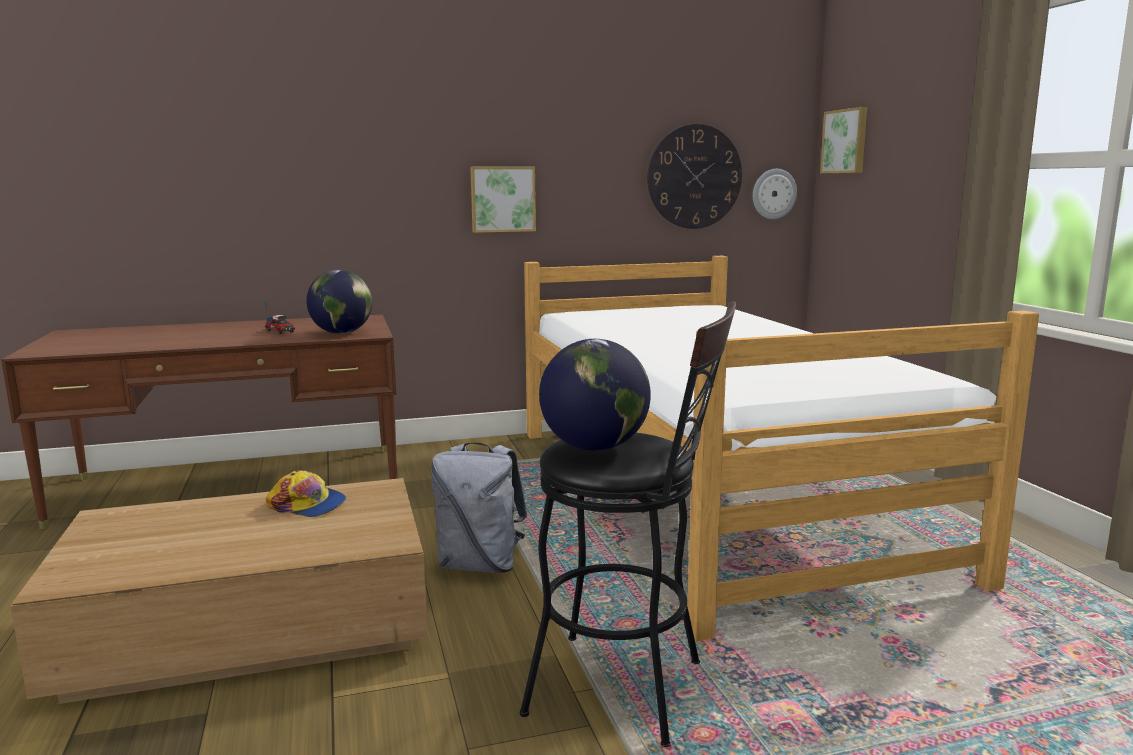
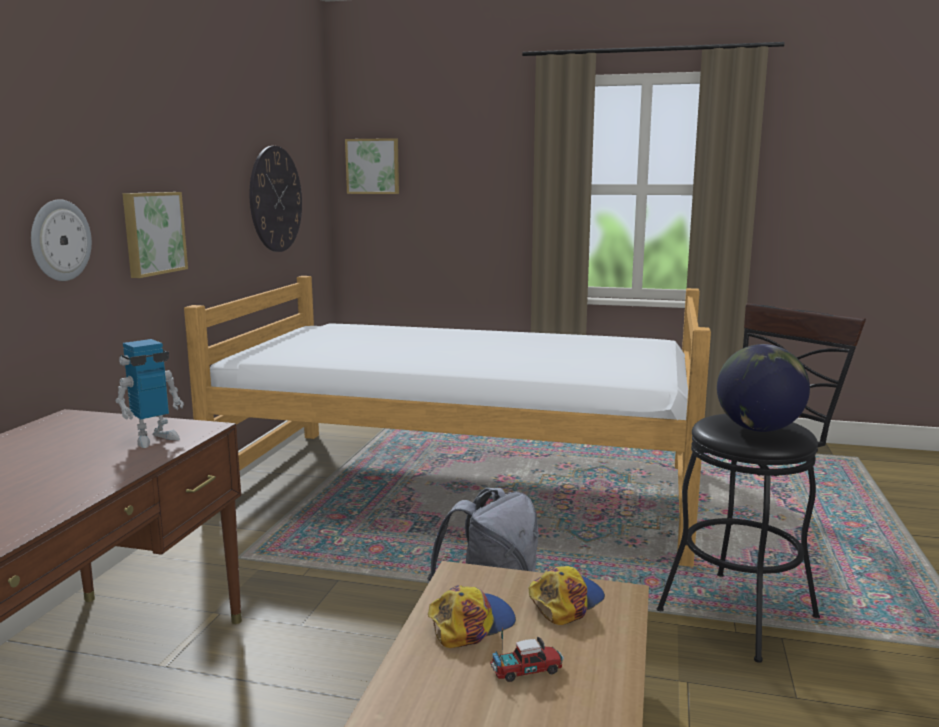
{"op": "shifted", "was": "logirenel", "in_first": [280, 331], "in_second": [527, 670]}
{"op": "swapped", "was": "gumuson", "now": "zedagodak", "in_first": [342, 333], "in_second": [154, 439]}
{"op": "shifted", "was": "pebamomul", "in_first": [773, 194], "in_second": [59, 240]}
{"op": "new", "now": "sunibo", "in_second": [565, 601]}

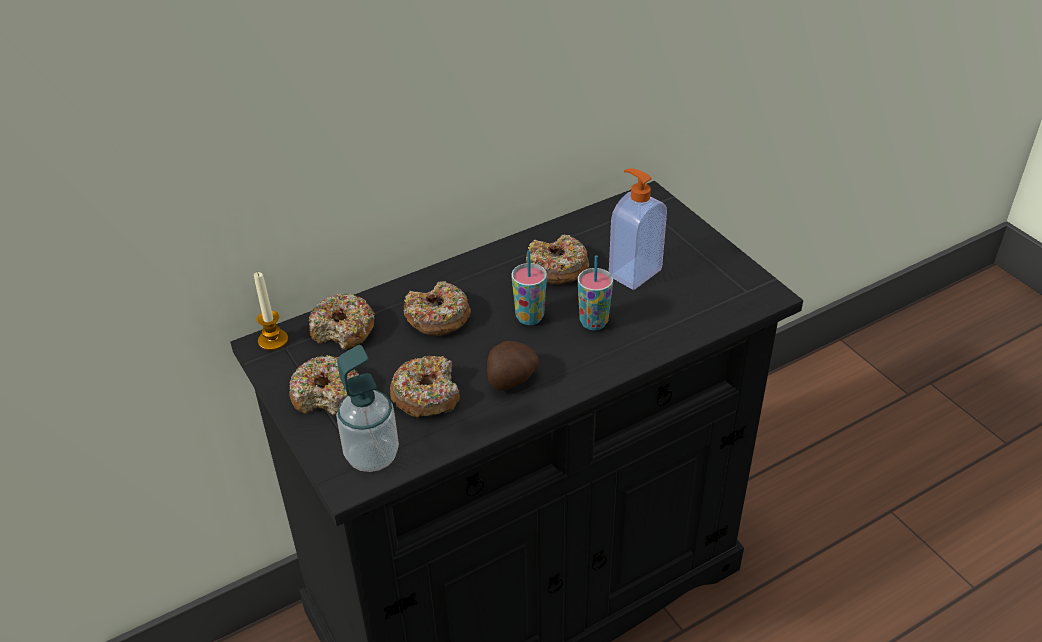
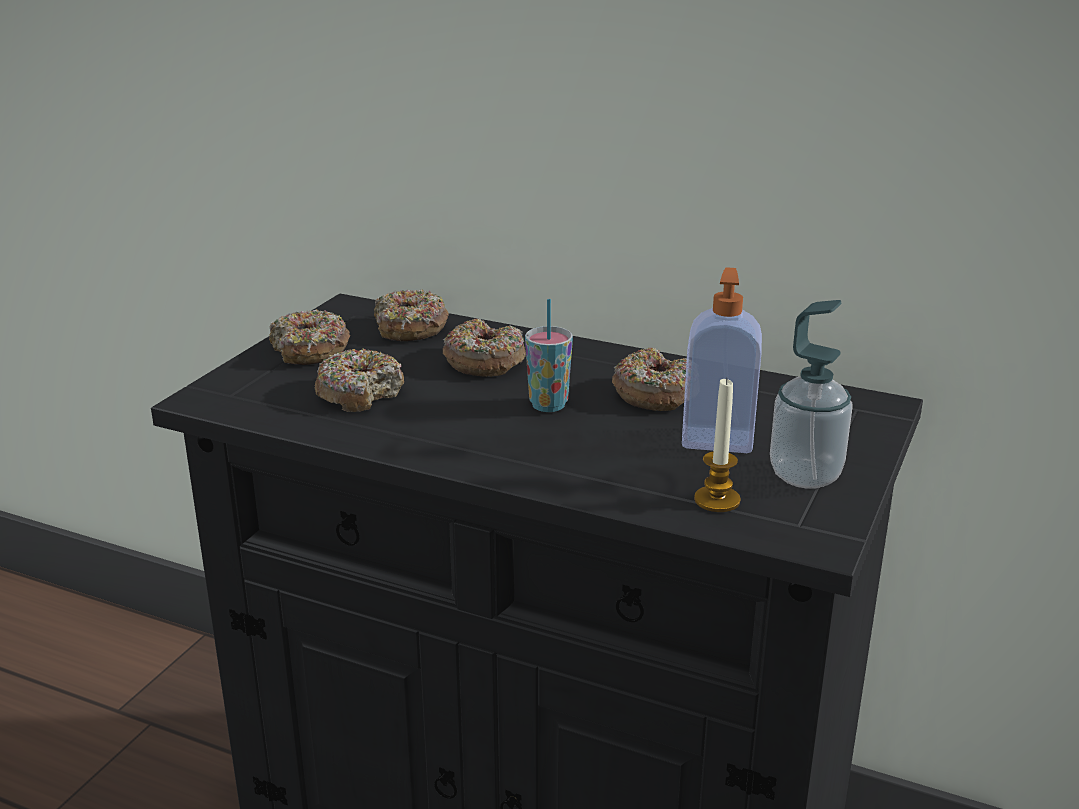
{"op": "shifted", "was": "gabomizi", "in_first": [273, 340], "in_second": [717, 500]}
{"op": "shifted", "was": "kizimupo", "in_first": [372, 456], "in_second": [805, 475]}
{"op": "gone", "was": "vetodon", "in_first": [510, 380]}
{"op": "gone", "was": "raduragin", "in_first": [593, 322]}

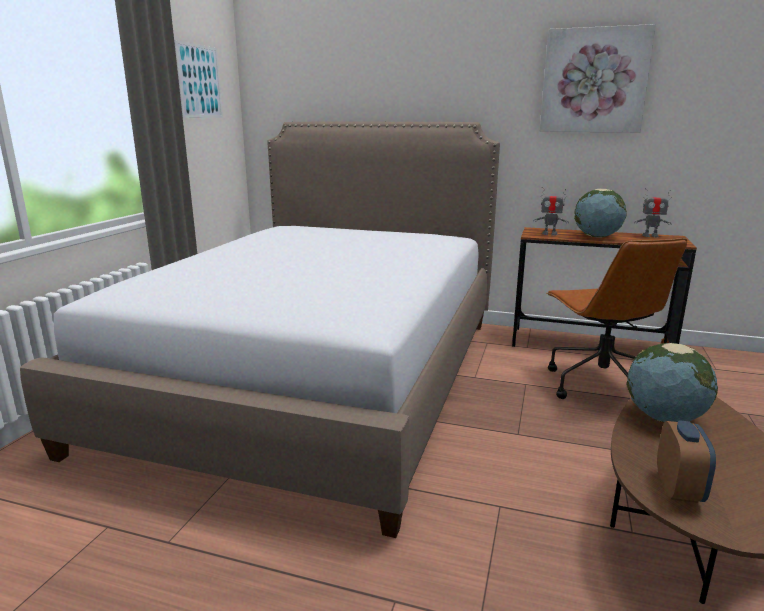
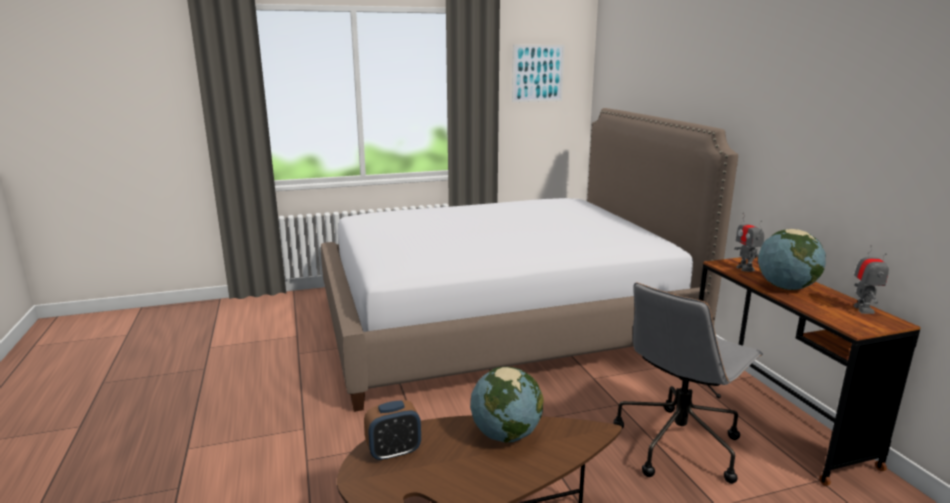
{"op": "gone", "was": "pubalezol", "in_first": [594, 81]}
{"op": "repainted", "was": "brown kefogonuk", "now": "grey kefogonuk", "in_first": [599, 385], "in_second": [678, 443]}
{"op": "rotated", "was": "zedagodak", "in_first": [650, 236], "in_second": [863, 309], "clockwise": -150}

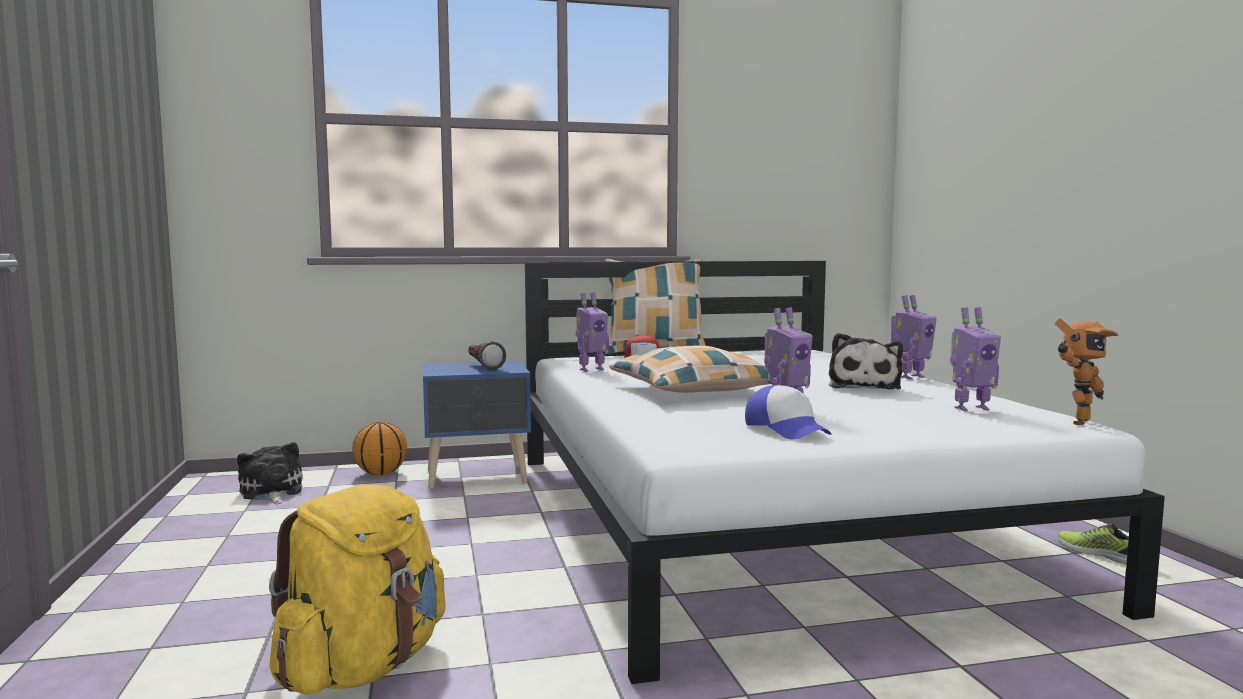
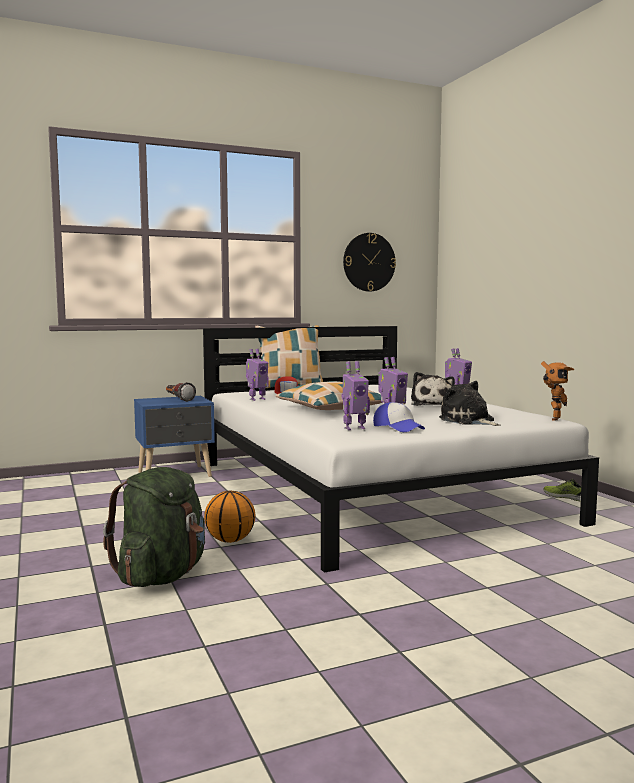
{"op": "shifted", "was": "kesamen", "in_first": [271, 492], "in_second": [468, 421]}
{"op": "repainted", "was": "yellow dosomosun", "now": "green dosomosun", "in_first": [363, 667], "in_second": [162, 576]}
{"op": "shifted", "was": "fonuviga", "in_first": [381, 473], "in_second": [230, 540]}
{"op": "shifted", "was": "zedagodak", "in_first": [970, 408], "in_second": [354, 428]}
{"op": "new", "now": "pebamomul", "in_second": [369, 262]}

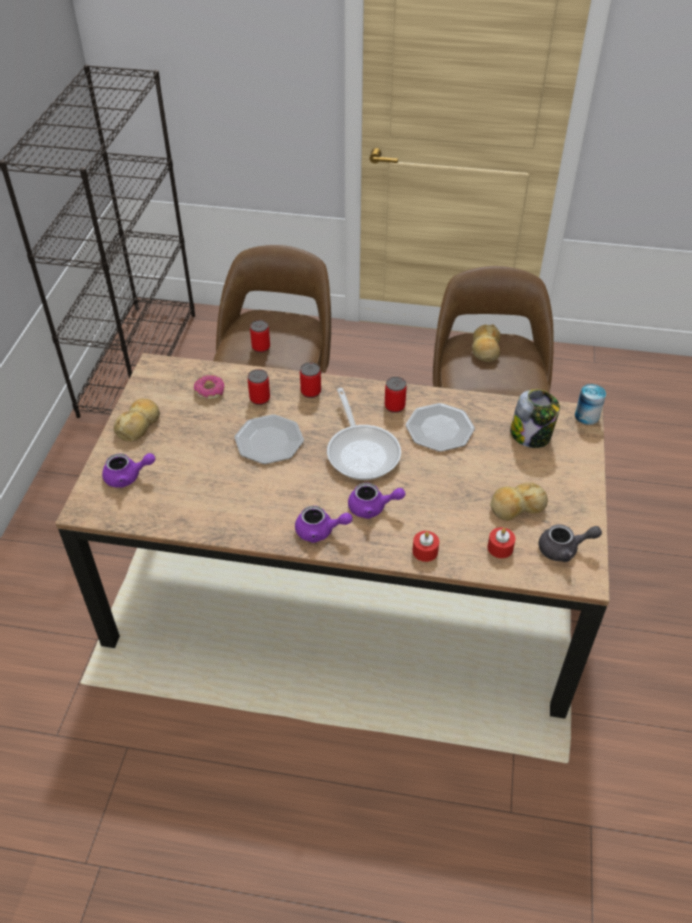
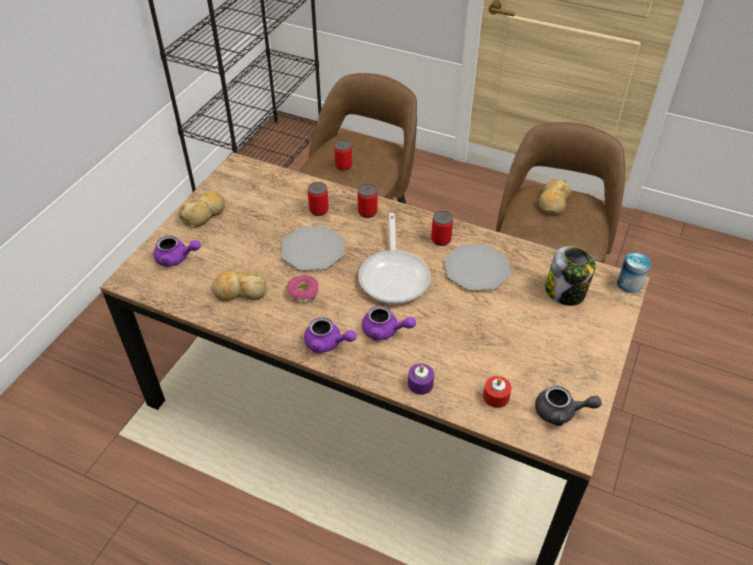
{"op": "shifted", "was": "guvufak", "in_first": [210, 391], "in_second": [303, 292]}
{"op": "repainted", "was": "red gabomizi", "now": "purple gabomizi", "in_first": [425, 551], "in_second": [420, 384]}
{"op": "shifted", "was": "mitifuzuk", "in_first": [516, 507], "in_second": [240, 291]}

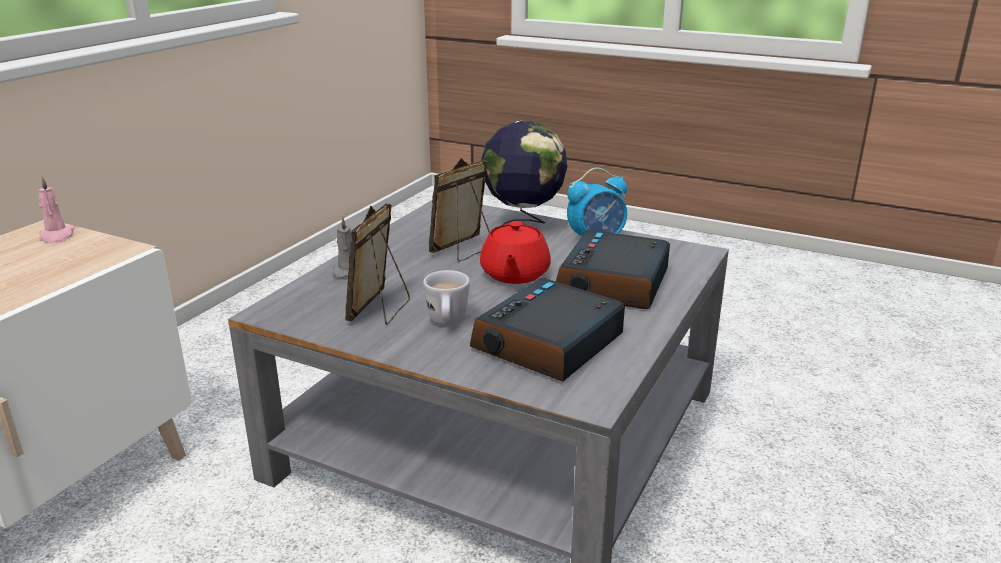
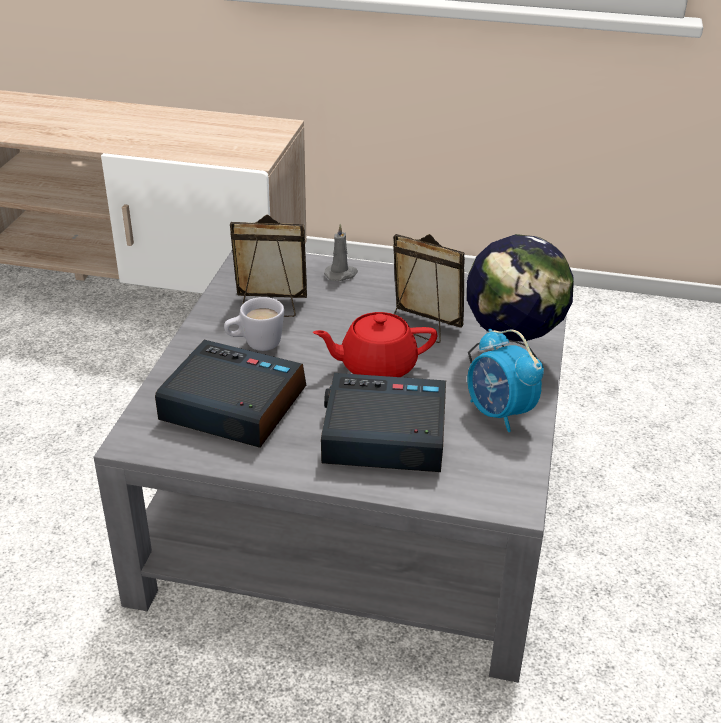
{"op": "gone", "was": "pink gabomizi", "in_first": [57, 236]}

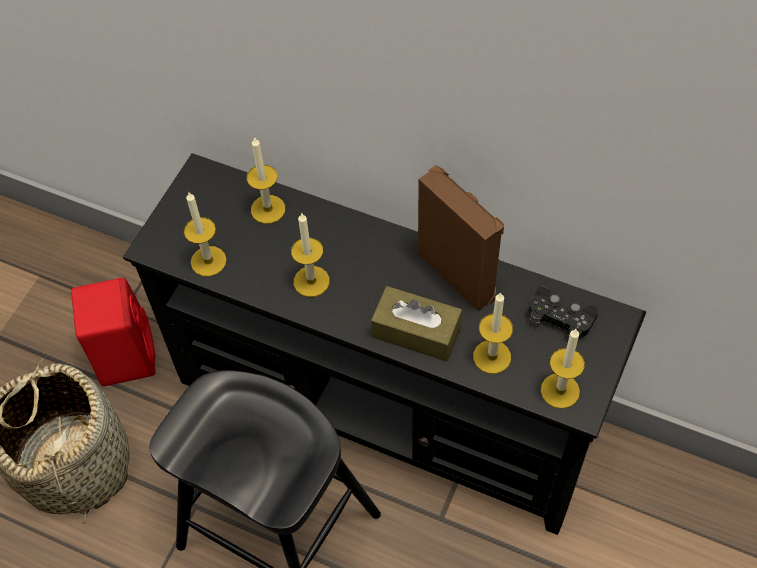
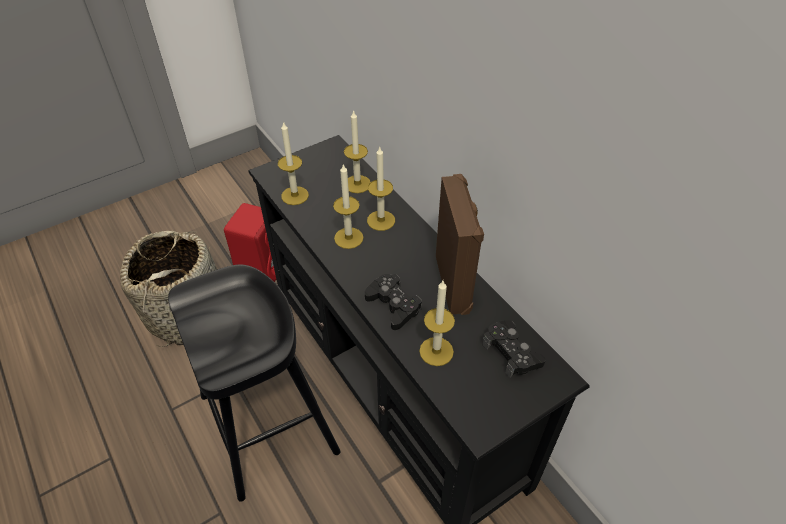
{"op": "swapped", "was": "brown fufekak", "now": "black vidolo", "in_first": [416, 332], "in_second": [393, 305]}
{"op": "shifted", "was": "gabomizi", "in_first": [560, 390], "in_second": [381, 220]}

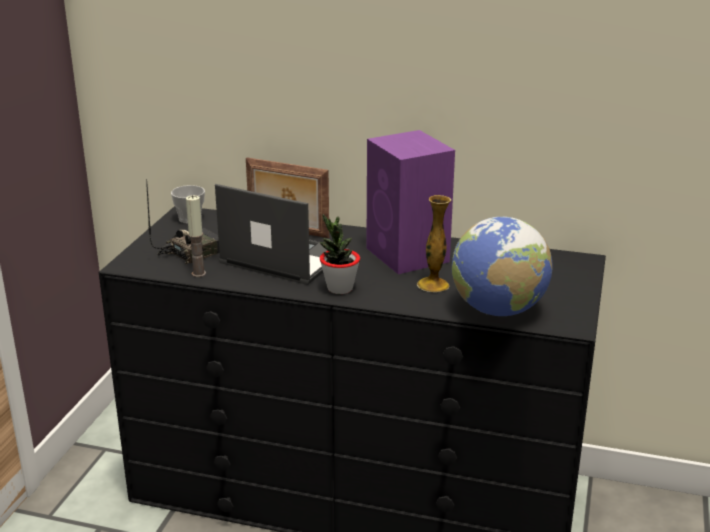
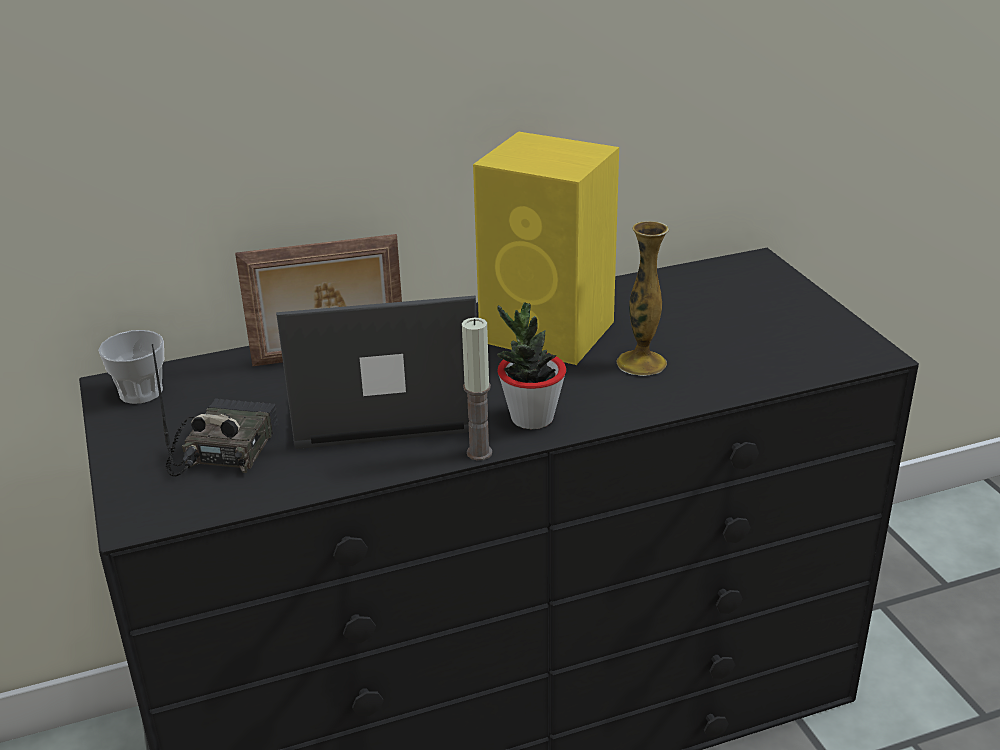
{"op": "shifted", "was": "gabomizi", "in_first": [198, 273], "in_second": [479, 452]}
{"op": "repainted", "was": "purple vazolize", "now": "yellow vazolize", "in_first": [408, 256], "in_second": [550, 332]}
{"op": "gone", "was": "gumuson", "in_first": [498, 310]}

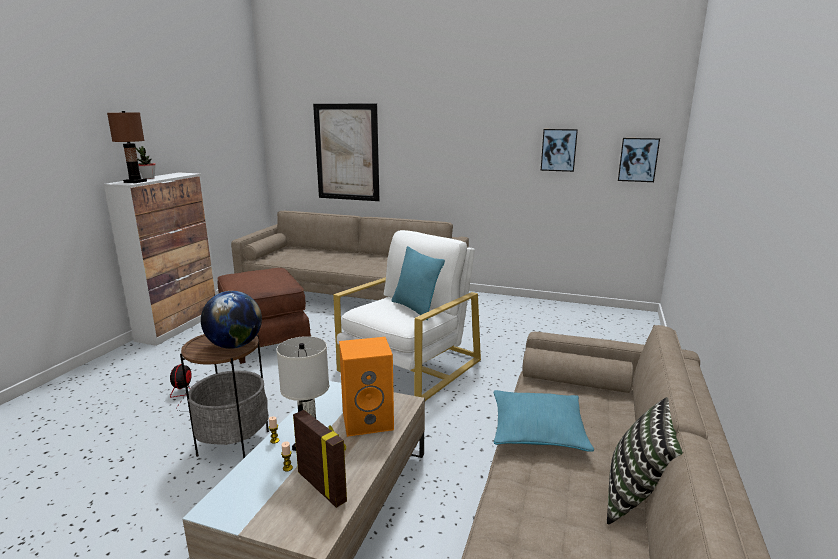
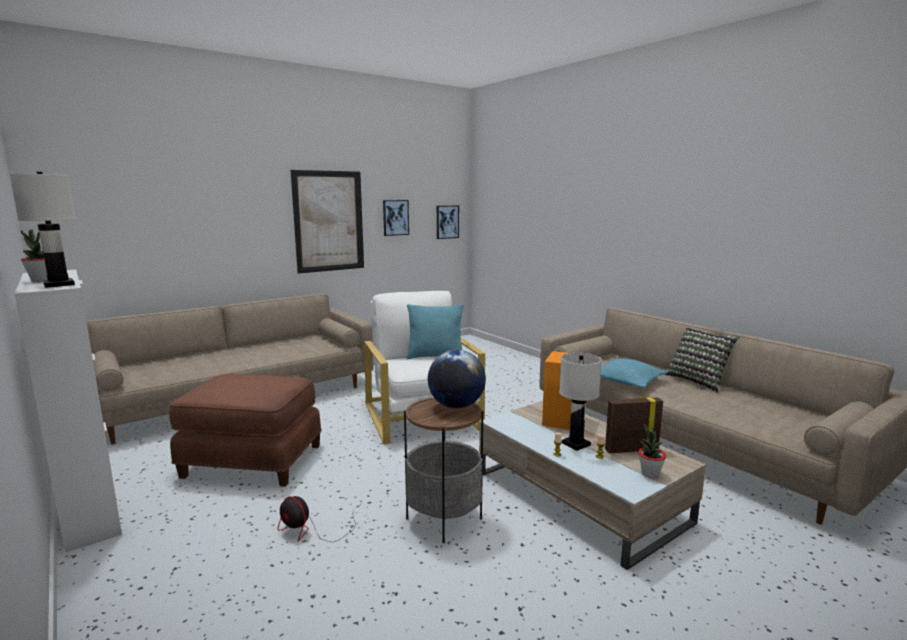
{"op": "repainted", "was": "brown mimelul", "now": "white mimelul", "in_first": [135, 182], "in_second": [58, 284]}
{"op": "shifted", "was": "pubalezol", "in_first": [346, 152], "in_second": [329, 221]}
{"op": "new", "now": "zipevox", "in_second": [650, 474]}

